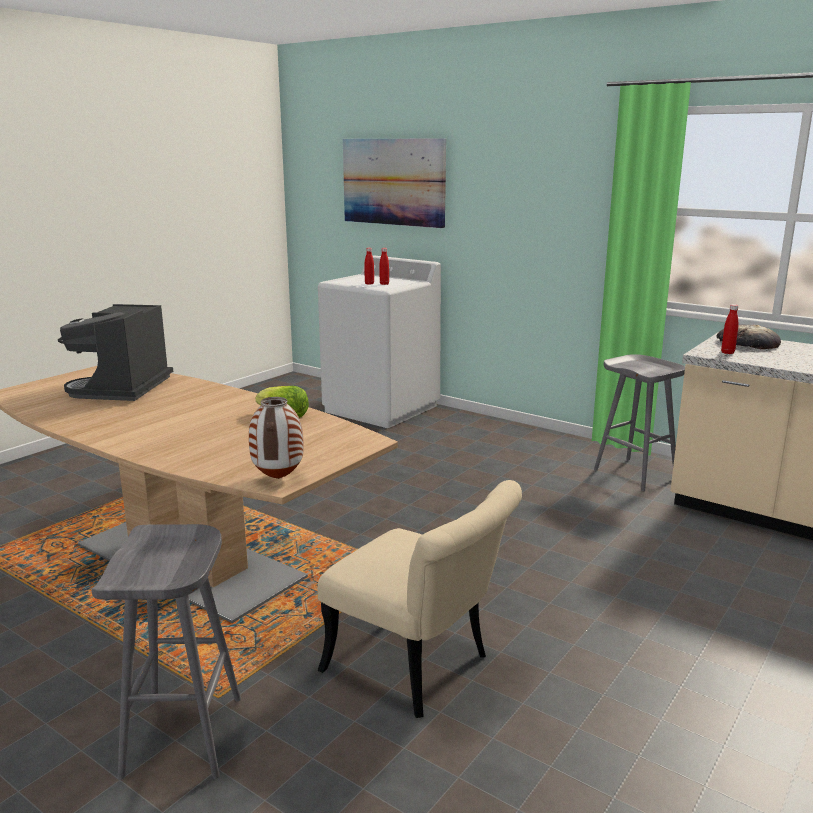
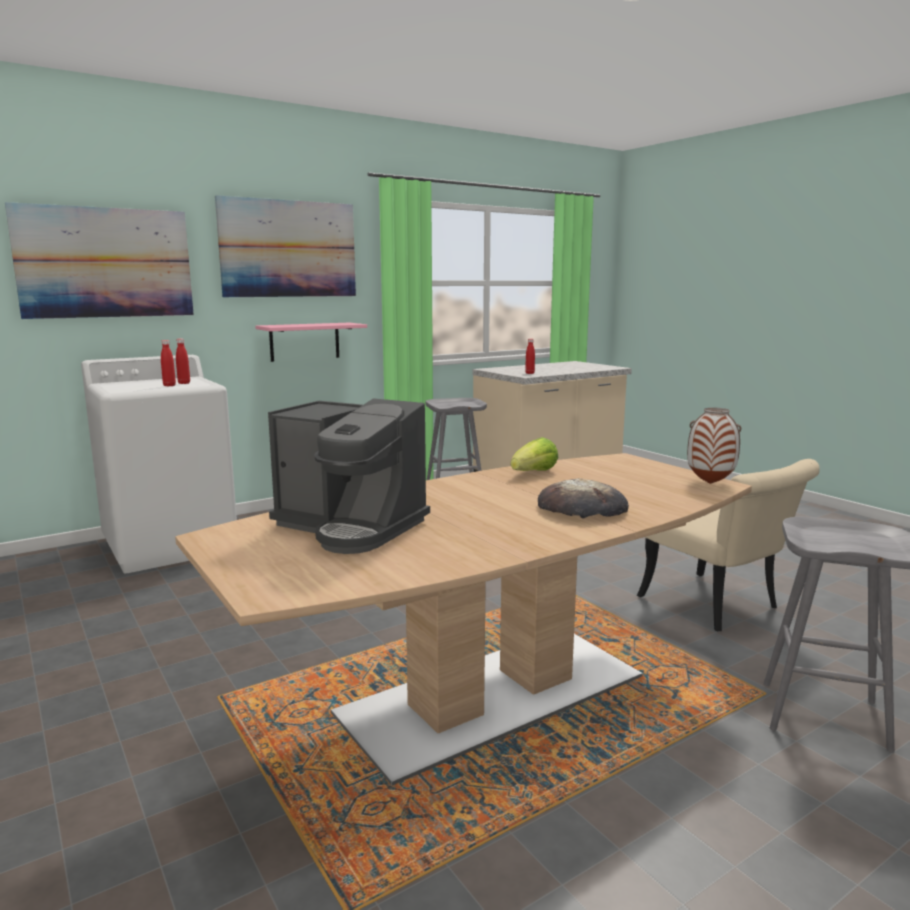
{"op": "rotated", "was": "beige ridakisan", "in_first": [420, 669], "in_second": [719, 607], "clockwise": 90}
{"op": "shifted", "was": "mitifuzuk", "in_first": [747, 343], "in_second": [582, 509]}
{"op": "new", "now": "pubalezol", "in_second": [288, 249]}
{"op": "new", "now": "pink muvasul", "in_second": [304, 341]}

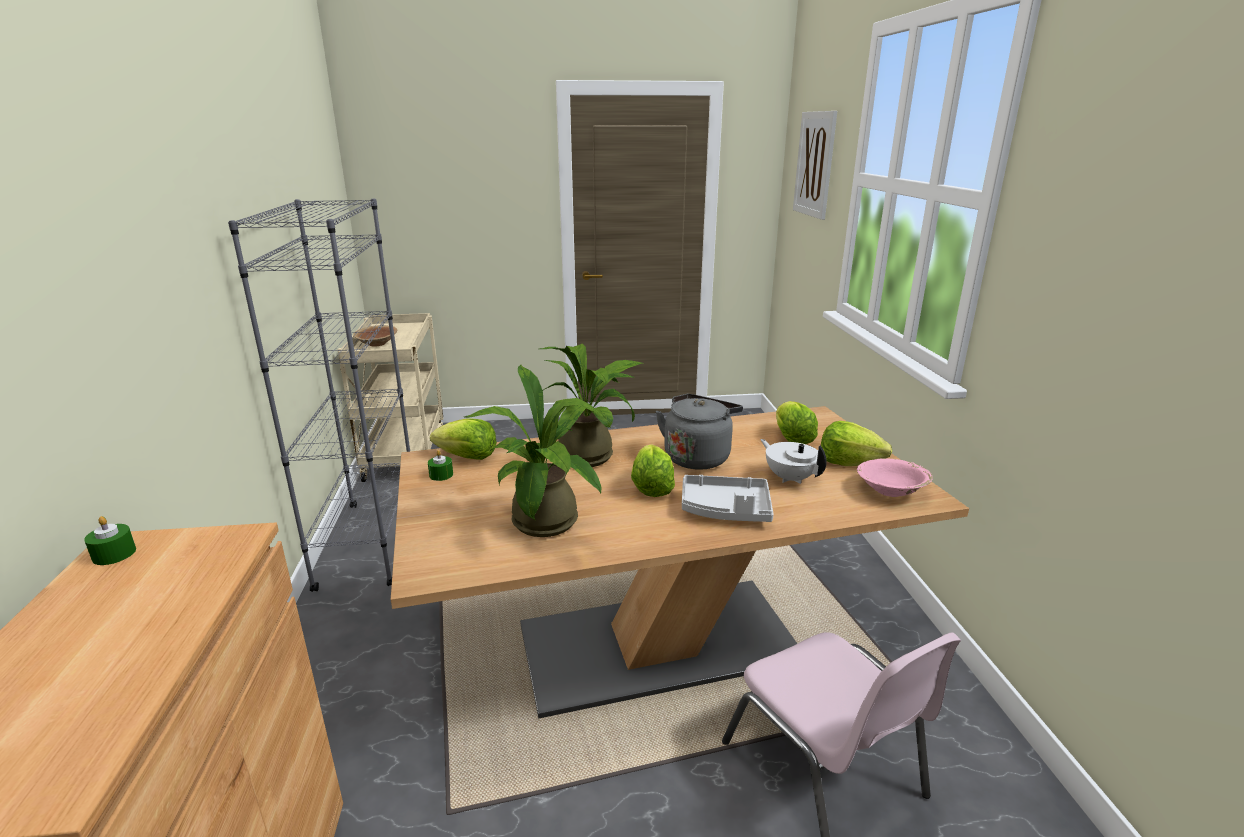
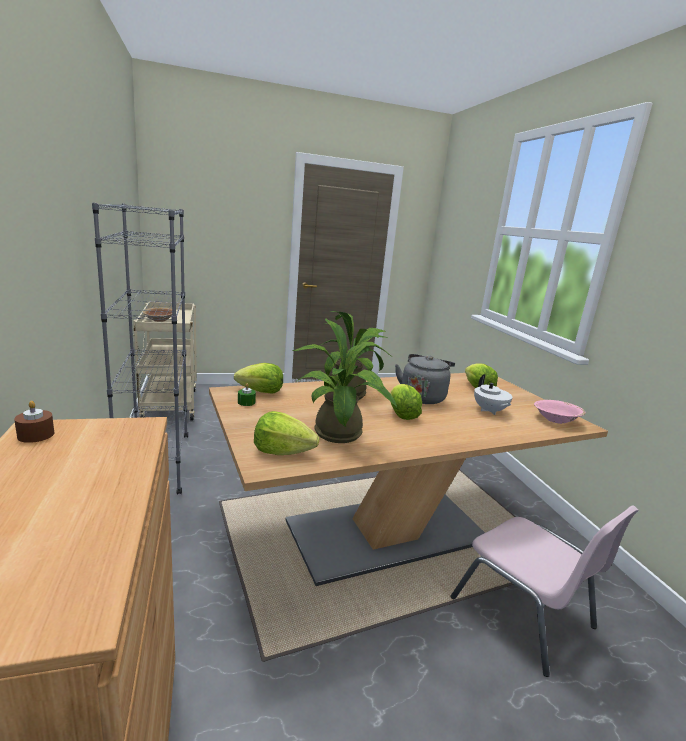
{"op": "repainted", "was": "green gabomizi", "now": "brown gabomizi", "in_first": [114, 554], "in_second": [36, 435]}
{"op": "gone", "was": "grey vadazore", "in_first": [726, 510]}
{"op": "rotated", "was": "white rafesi", "in_first": [790, 478], "in_second": [489, 411], "clockwise": -150}
{"op": "gone", "was": "pubalezol", "in_first": [815, 164]}
{"op": "shifted", "was": "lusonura", "in_first": [848, 463], "in_second": [282, 451]}

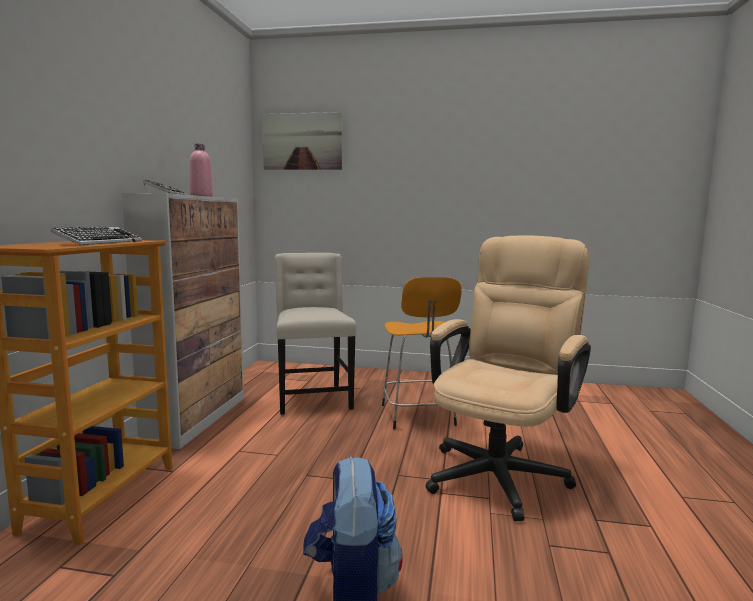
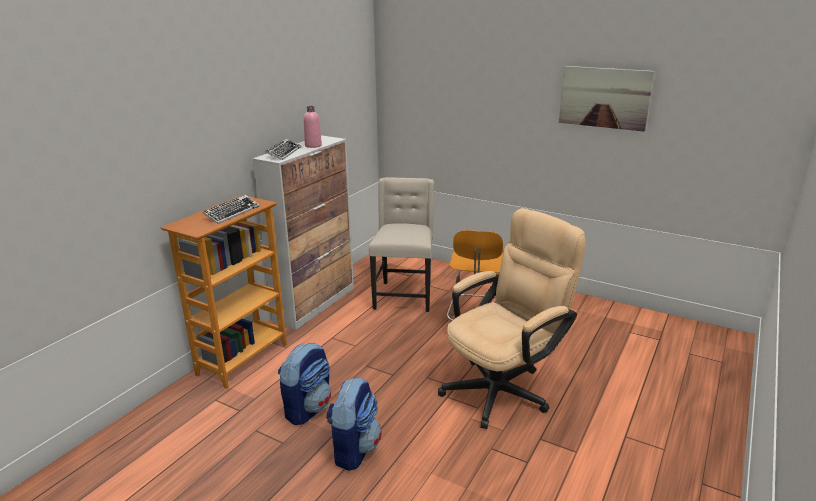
{"op": "shifted", "was": "pubalezol", "in_first": [302, 141], "in_second": [604, 97]}
{"op": "new", "now": "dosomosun", "in_second": [308, 408]}

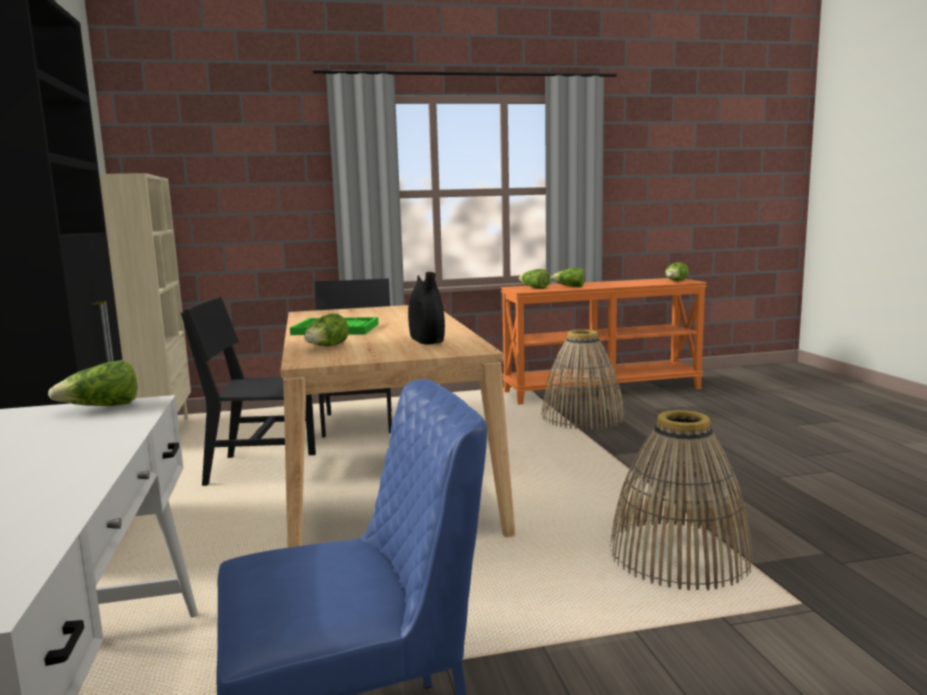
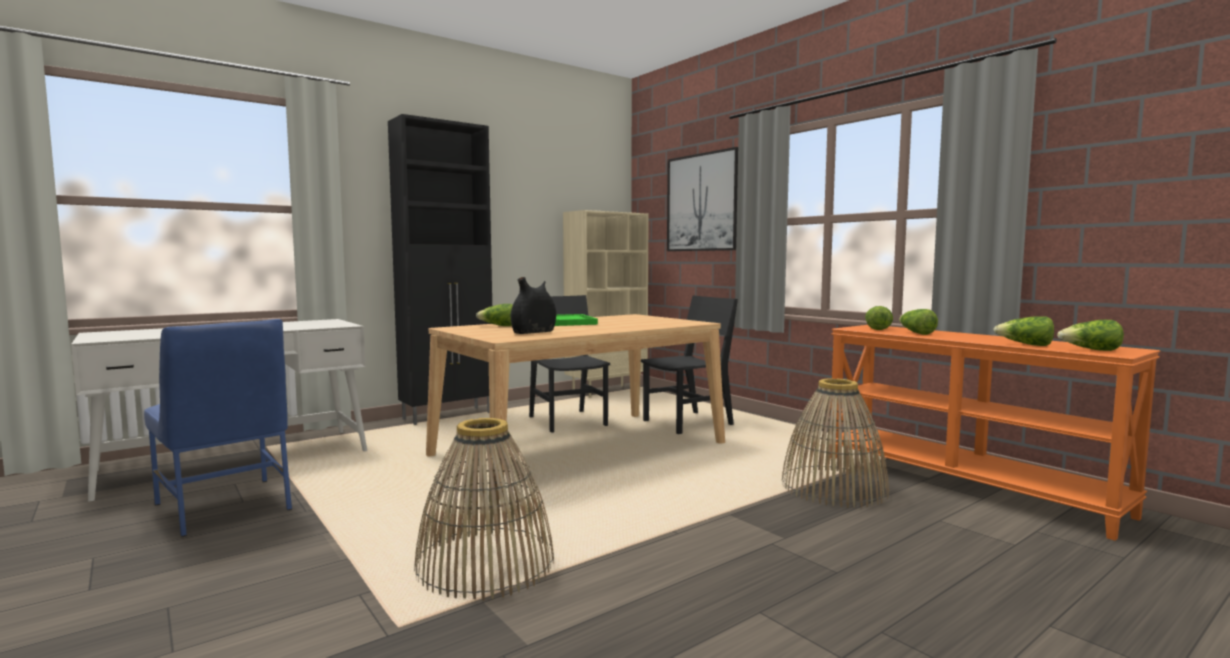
{"op": "shifted", "was": "lusonura", "in_first": [101, 407], "in_second": [1025, 345]}
{"op": "new", "now": "pubalezol", "in_second": [702, 202]}

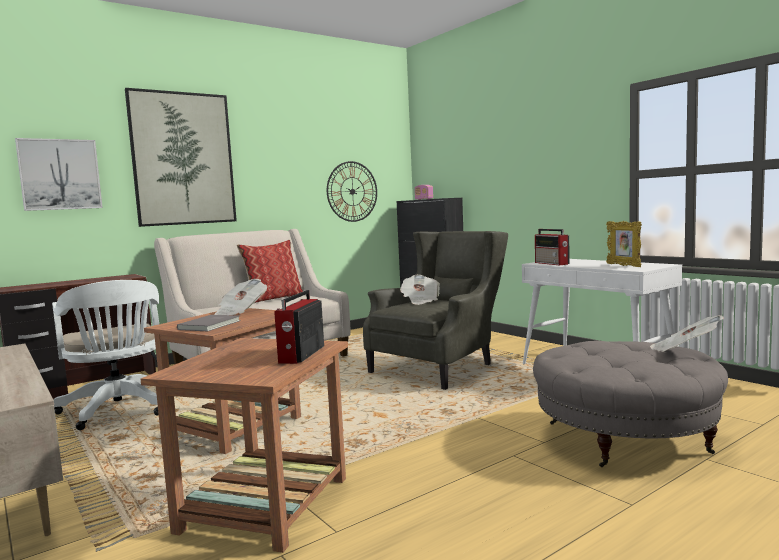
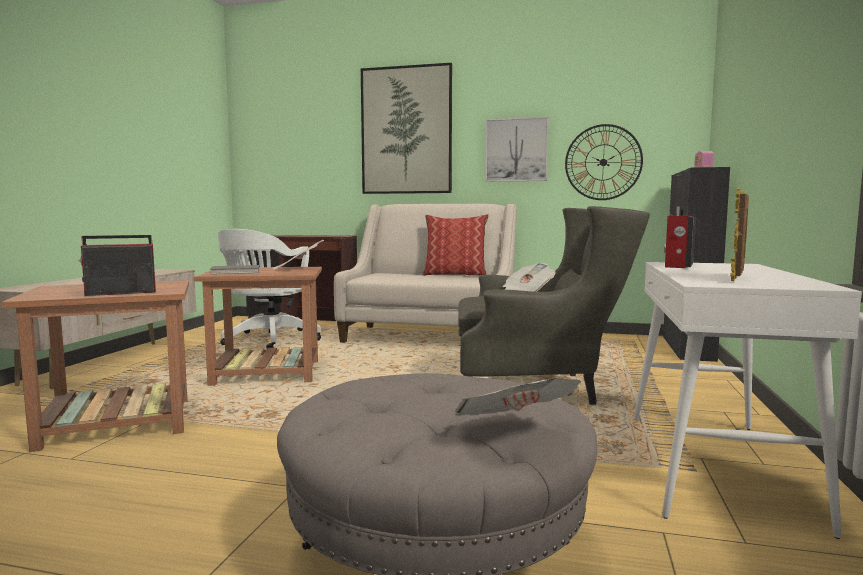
{"op": "shifted", "was": "pubalezol", "in_first": [60, 174], "in_second": [516, 150]}

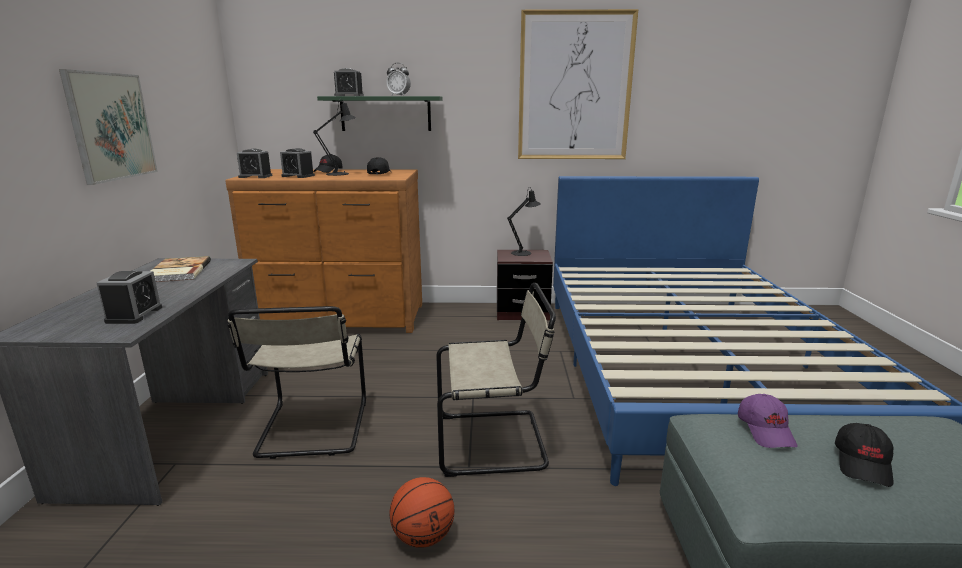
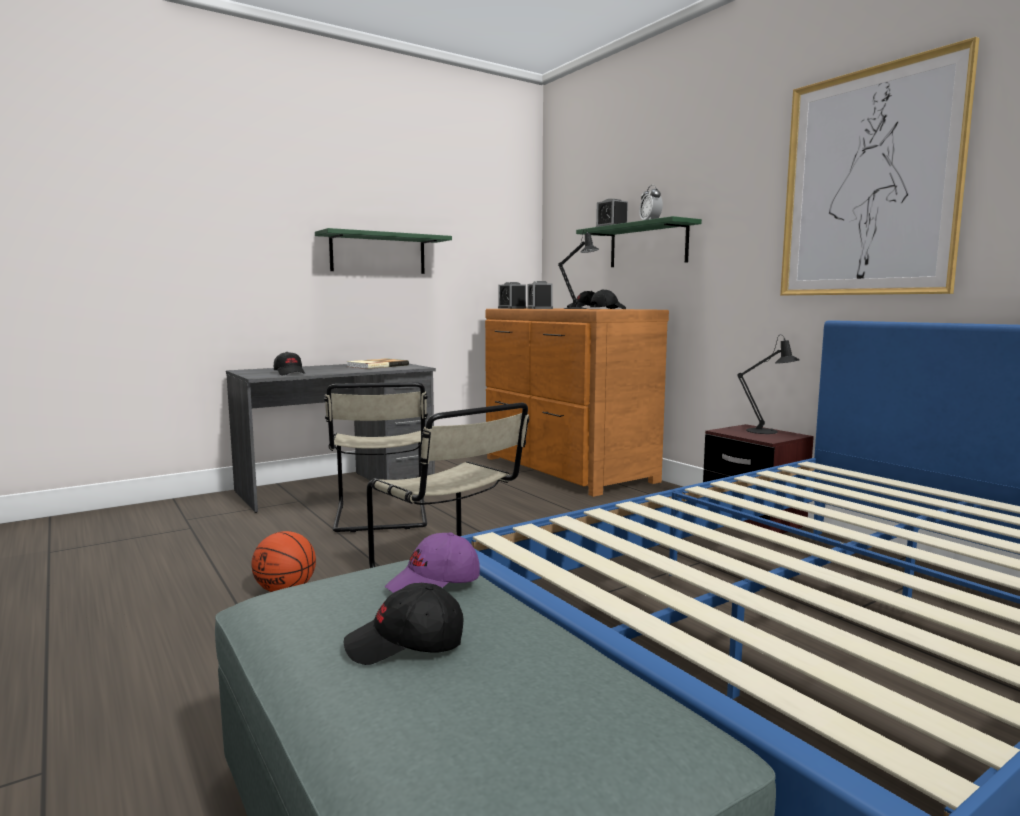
{"op": "swapped", "was": "pubalezol", "now": "green muvasul", "in_first": [111, 126], "in_second": [378, 254]}
{"op": "swapped", "was": "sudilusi", "now": "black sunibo", "in_first": [134, 314], "in_second": [290, 373]}
{"op": "rotated", "was": "beige ridakisan", "in_first": [312, 430], "in_second": [381, 517], "clockwise": -60}

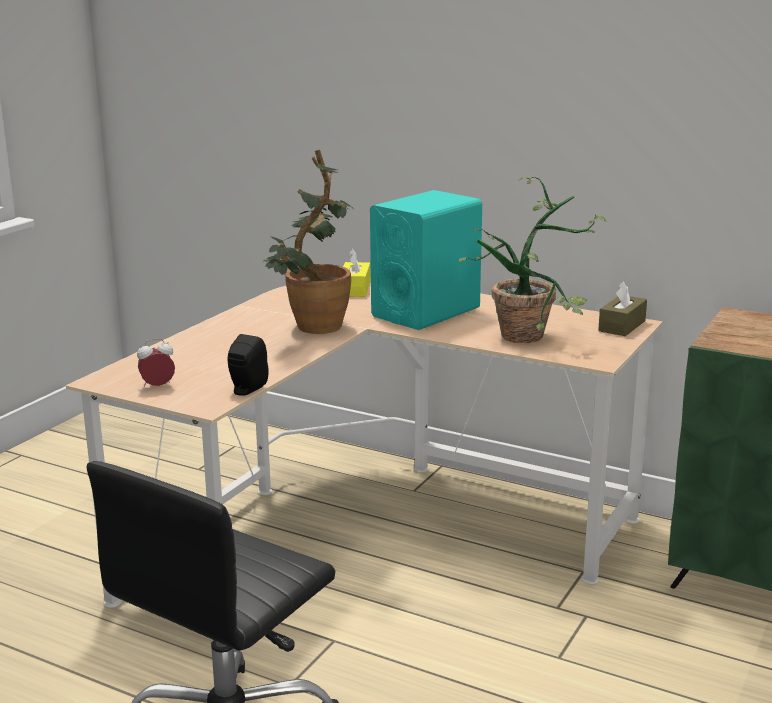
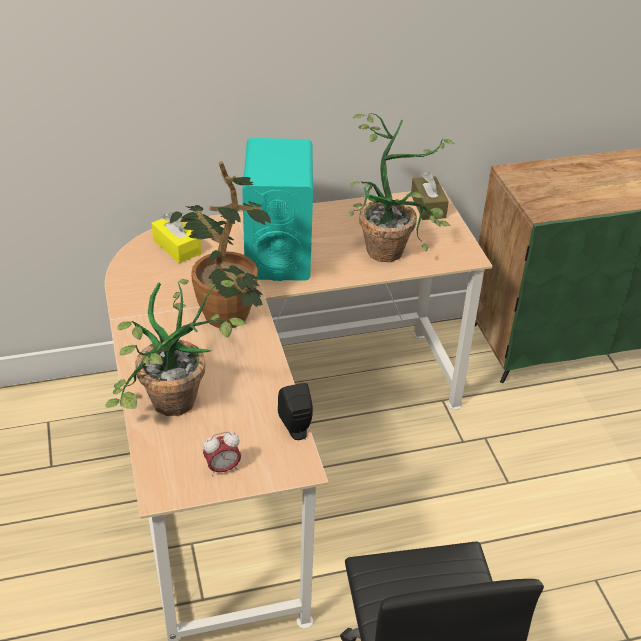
{"op": "rotated", "was": "sudilusi", "in_first": [158, 386], "in_second": [222, 468], "clockwise": -135}
{"op": "new", "now": "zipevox", "in_second": [173, 410]}

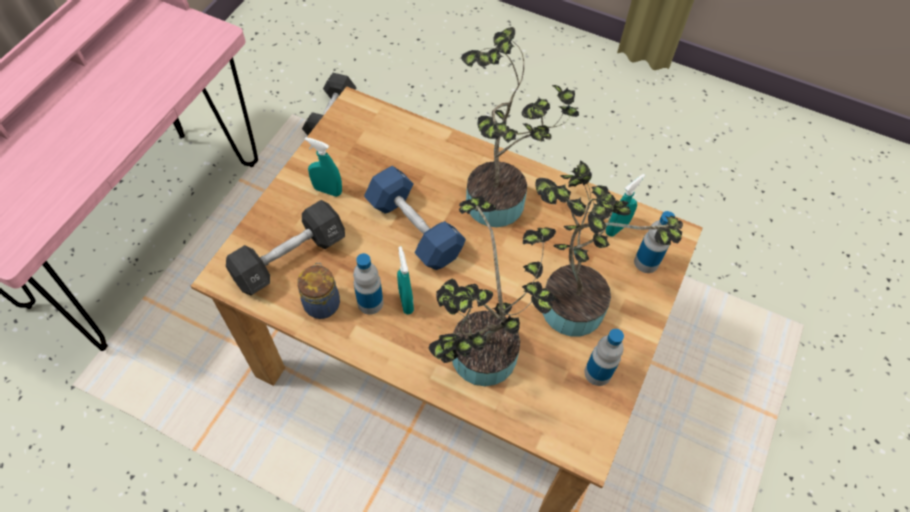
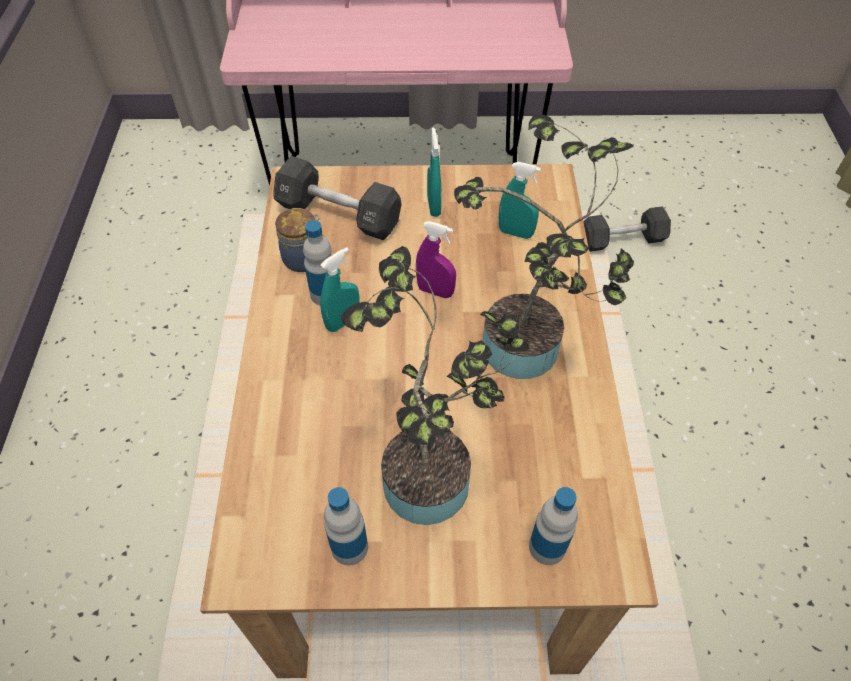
{"op": "swapped", "was": "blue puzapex", "now": "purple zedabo", "in_first": [414, 229], "in_second": [435, 291]}
{"op": "gone", "was": "zipevox", "in_first": [479, 361]}
{"op": "shifted", "was": "turquoise zedabo", "in_first": [617, 228], "in_second": [515, 233]}

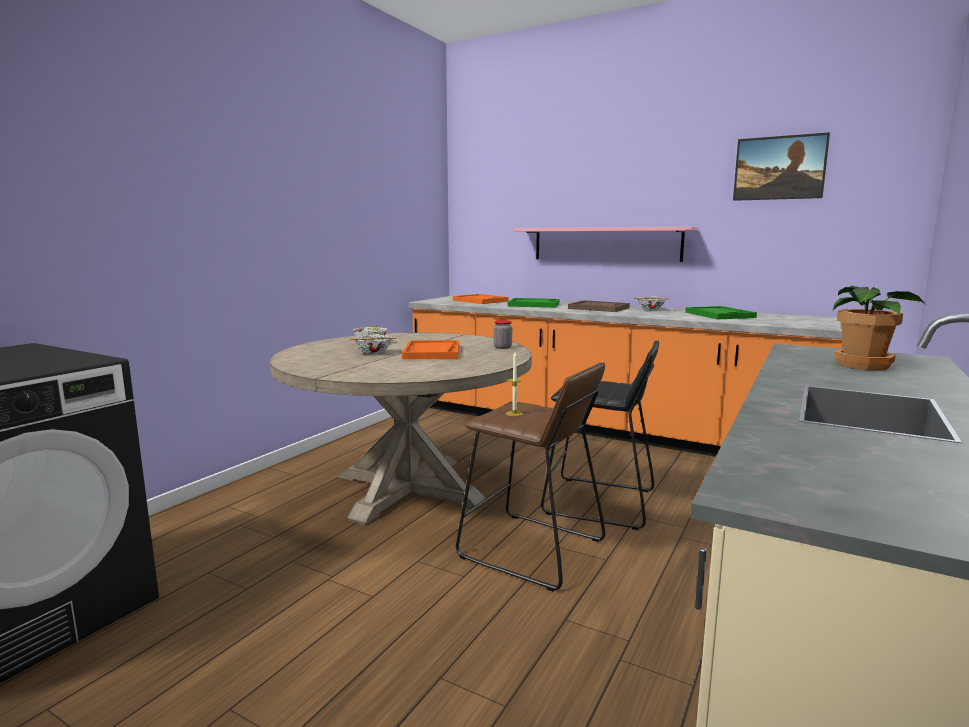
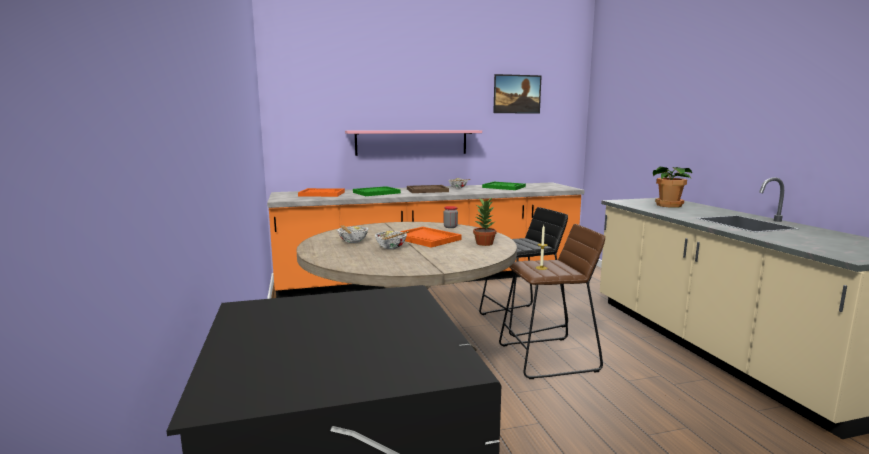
{"op": "new", "now": "zipevox", "in_second": [484, 244]}

